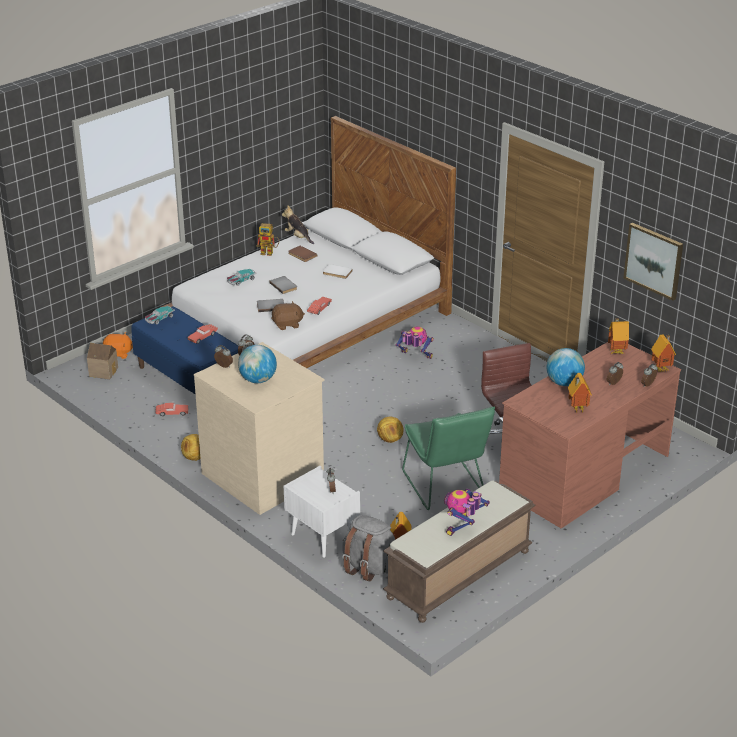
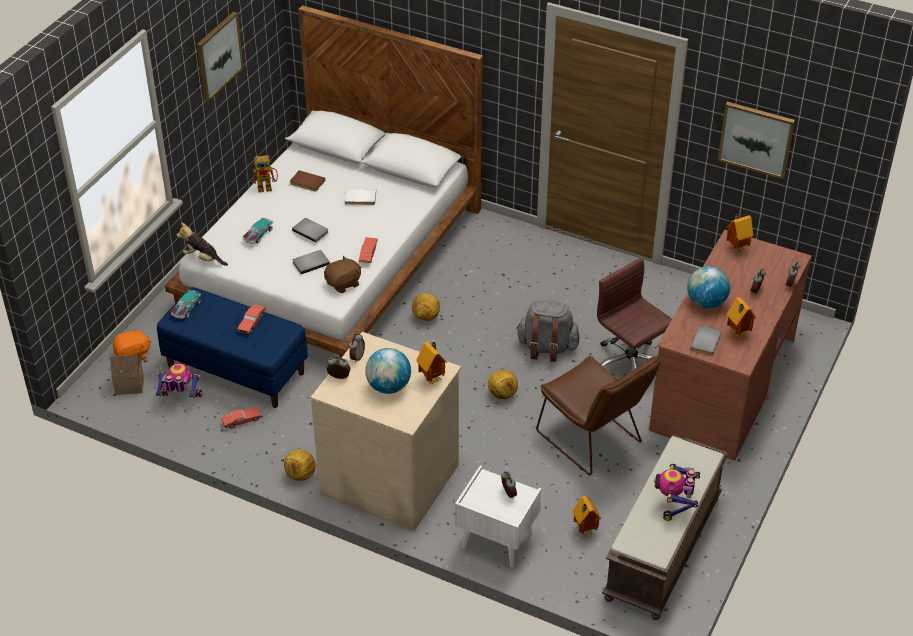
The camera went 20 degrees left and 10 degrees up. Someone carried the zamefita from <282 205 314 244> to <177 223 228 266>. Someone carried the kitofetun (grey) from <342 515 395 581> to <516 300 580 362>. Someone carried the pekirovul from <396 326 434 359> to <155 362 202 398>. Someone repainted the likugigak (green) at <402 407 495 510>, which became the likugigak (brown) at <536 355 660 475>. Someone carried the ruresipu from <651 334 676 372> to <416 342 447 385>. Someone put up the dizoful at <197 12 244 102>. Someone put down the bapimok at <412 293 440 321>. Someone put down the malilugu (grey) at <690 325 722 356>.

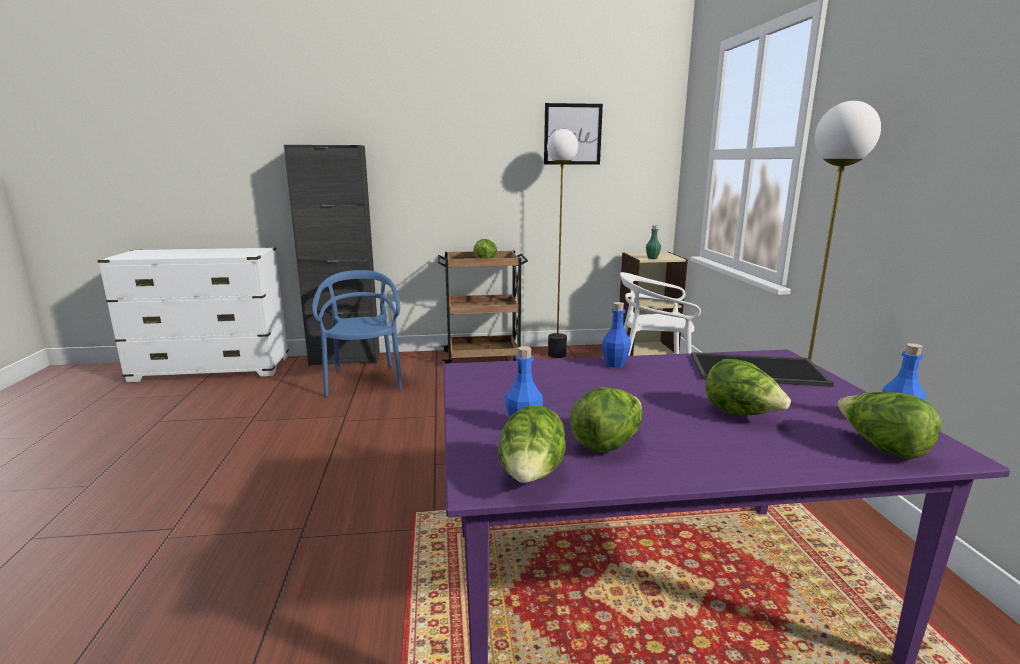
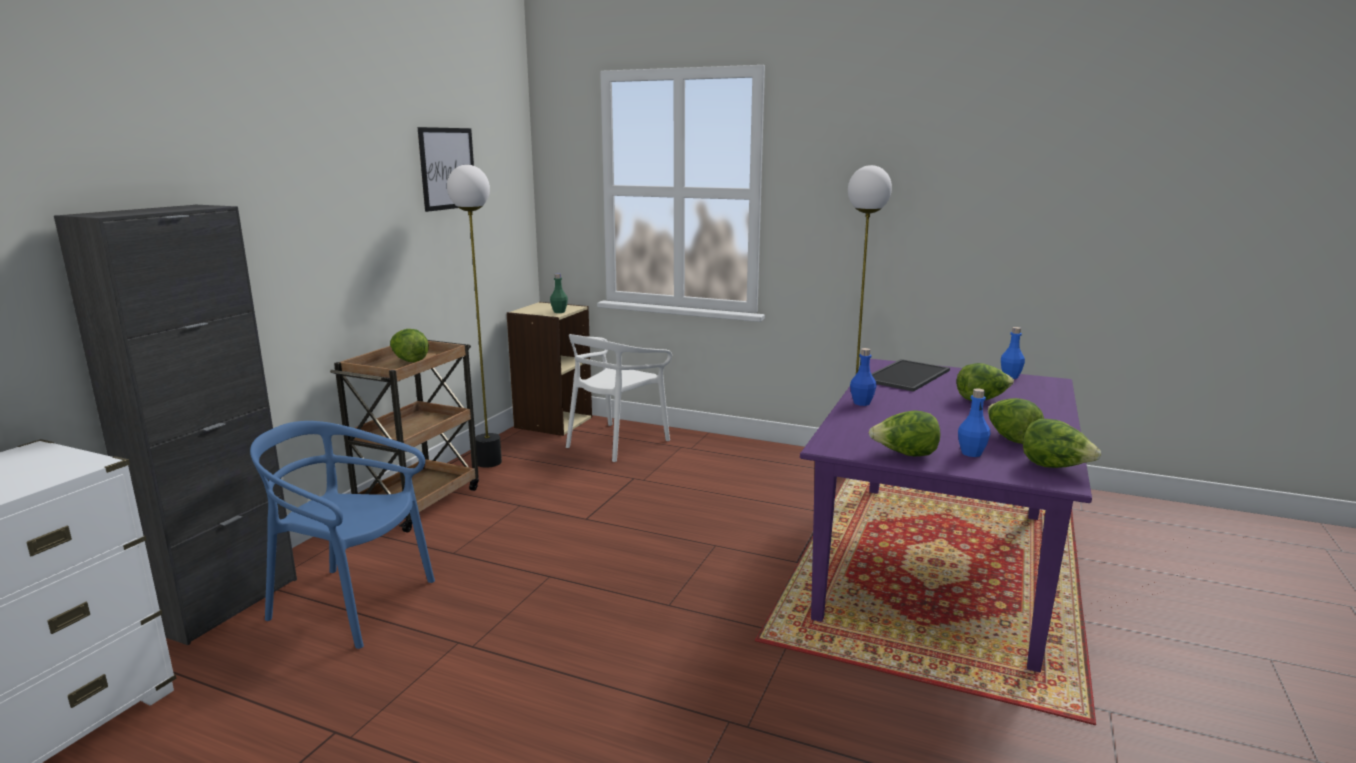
The camera went 60 degrees left and 0 degrees up. Someone carried the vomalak from <838 392 941 459> to <869 410 940 456>.

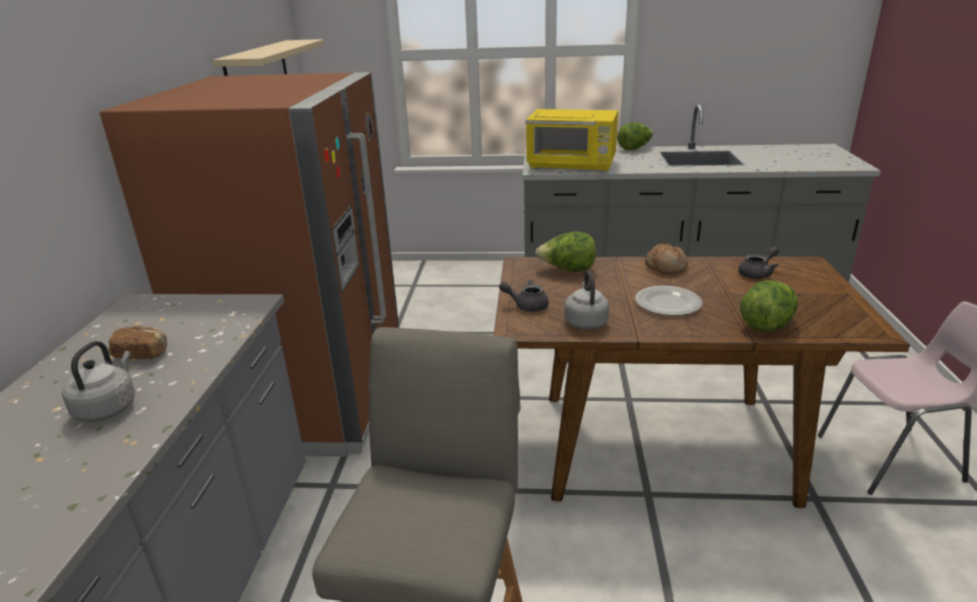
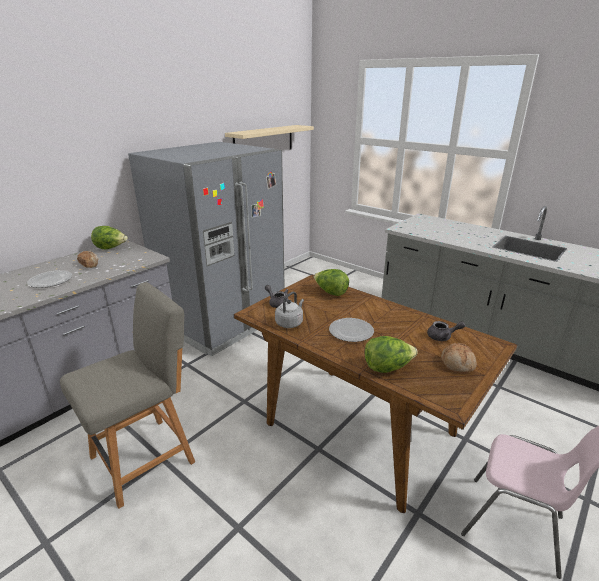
The camera went 35 degrees right and 0 degrees up. Someone swapped the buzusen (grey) at <62 341 135 422> for the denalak at <27 270 72 288>. Someone repainted the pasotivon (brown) at <99 72 399 457>, which became the pasotivon (grey) at <128 142 285 356>. Someone took away the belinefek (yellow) at <526 109 618 171>. Someone carried the vomalak from <617 122 653 150> to <91 226 128 249>. Someone carried the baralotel from <645 243 688 274> to <441 343 477 373>.

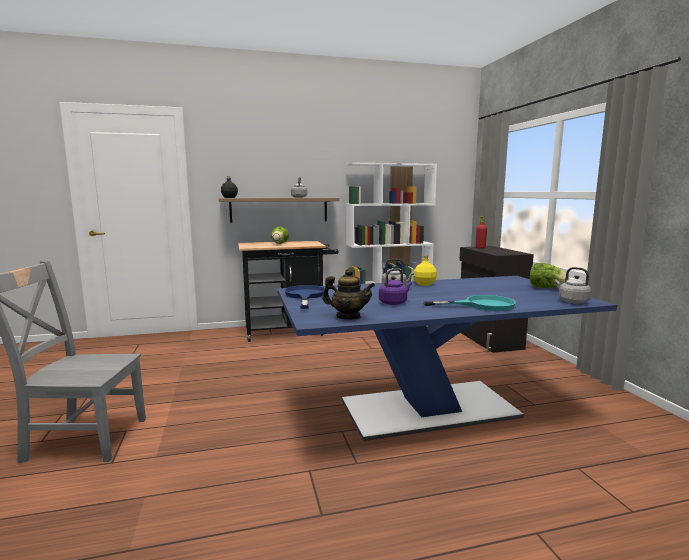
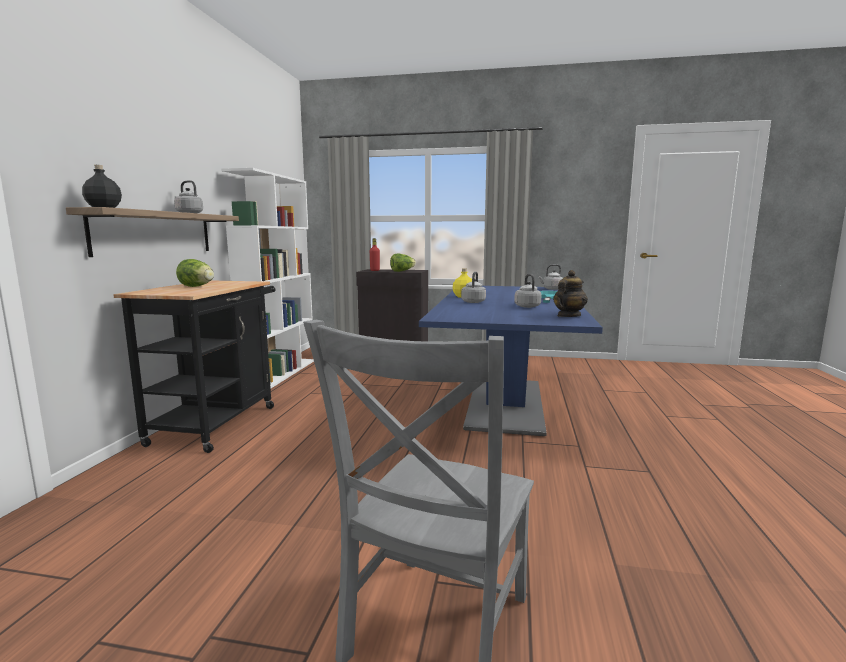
The camera went 65 degrees left and 0 degrees up. Someone took away the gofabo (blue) at <284 285 325 309>. Someone repainted the buzusen (purple) at <379 268 412 305>, which became the buzusen (grey) at <514 274 542 308>. Someone carried the vomalak from <530 263 569 288> to <390 254 416 272>.

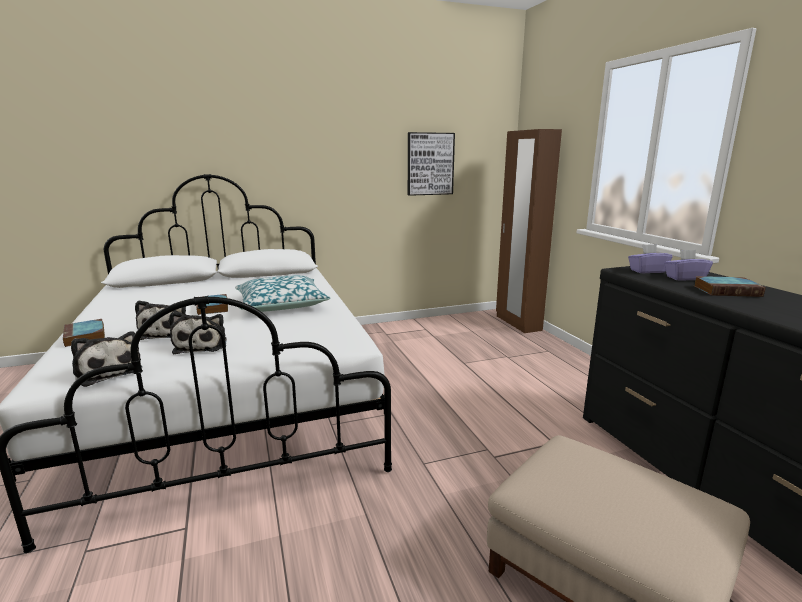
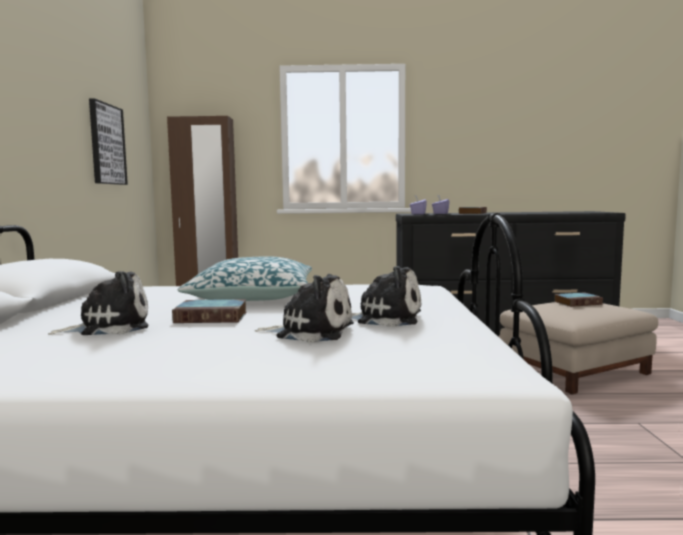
The camera went 70 degrees left and 10 degrees down. Someone carried the malilugu from <63 319 105 347> to <554 292 603 307>. Someone carried the zamefita from <71 331 142 387> to <48 271 148 335>.

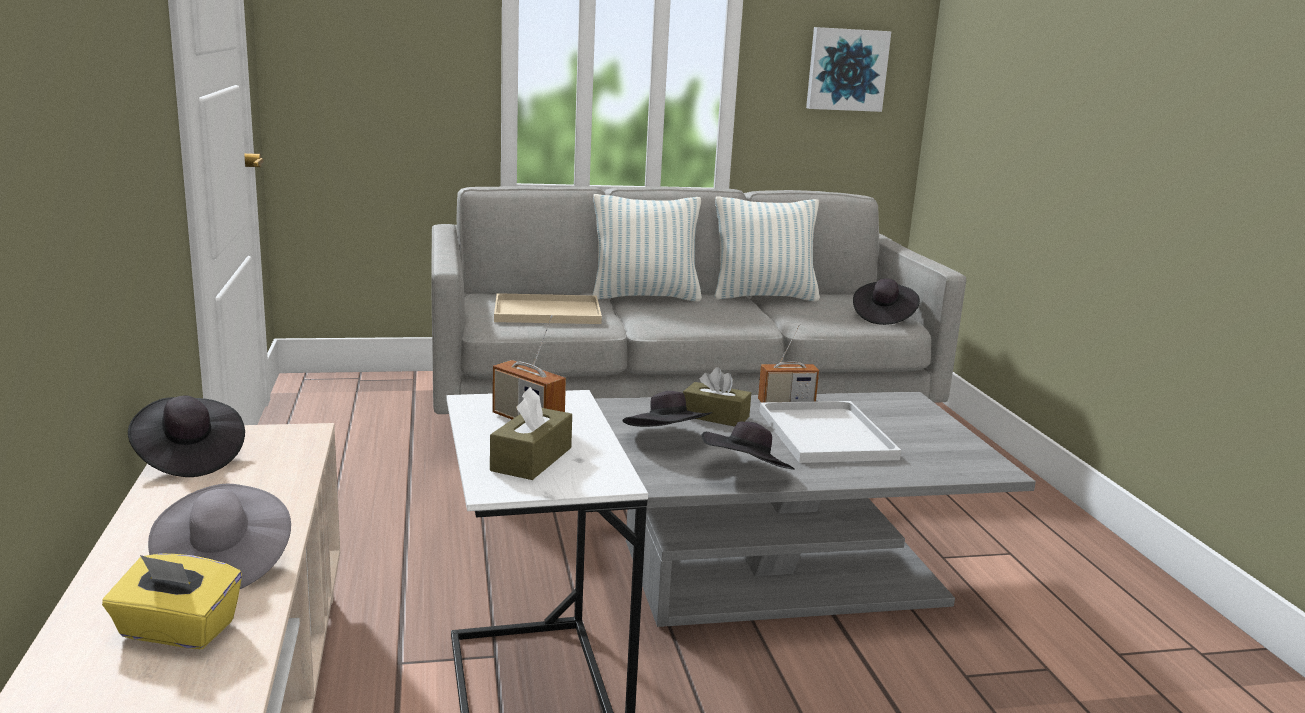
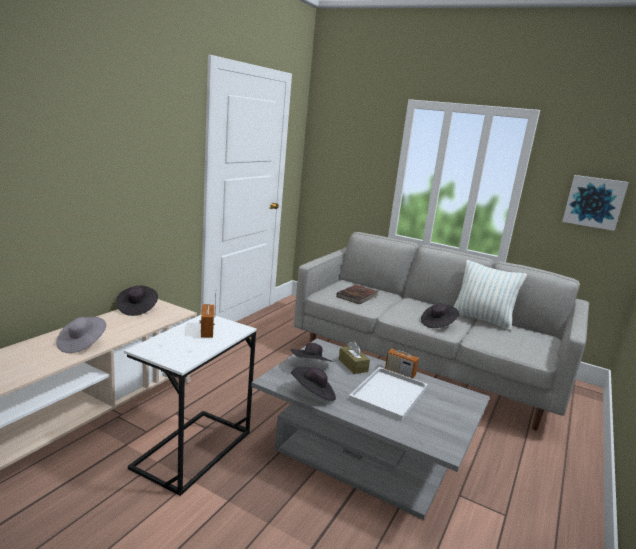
The camera went 40 degrees right and 0 degrees up. Someone took away the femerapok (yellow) at <102 553 242 649>. Someone took away the femerapok (brown) at <490 387 572 480>. Someone swapped the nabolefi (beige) at <494 293 602 324> for the malilugu (brown) at <336 284 380 304>. Someone took away the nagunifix at <592 194 702 302>. Someone carried the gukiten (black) from <853 279 920 325> to <421 303 459 328>.

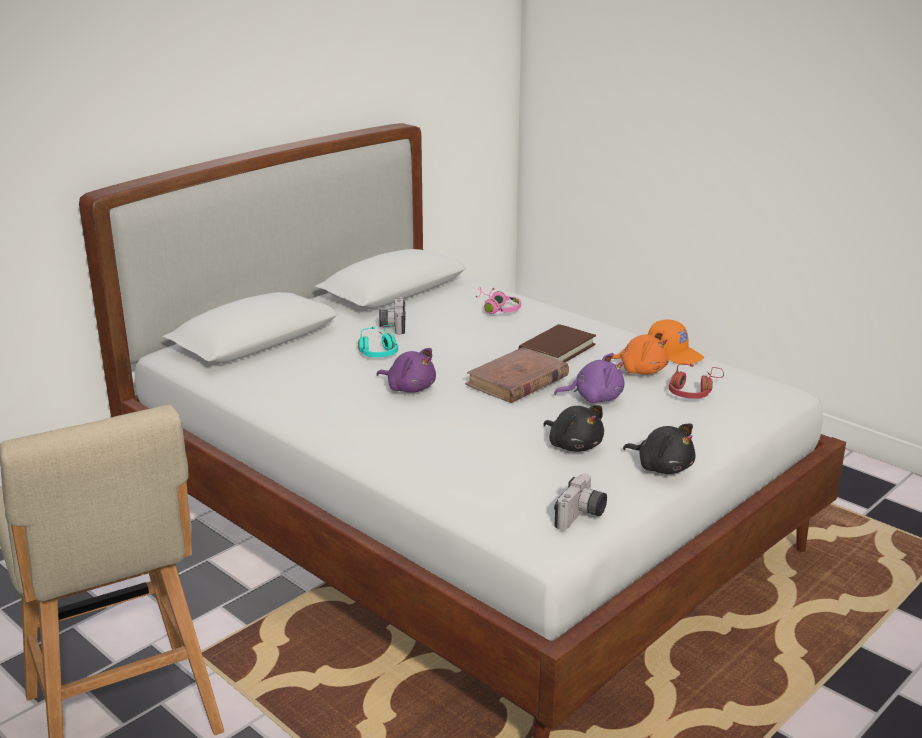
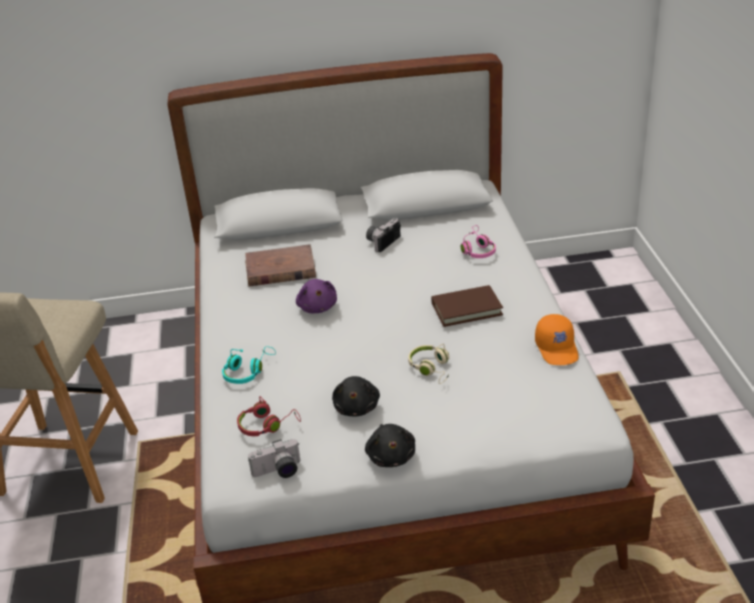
The camera went 40 degrees right and 10 degrees up. Someone carried the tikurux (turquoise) from <358 325 398 357> to <222 346 276 384>. Someone carried the malilugu (brown) from <465 347 569 403> to <245 244 316 287>. Someone swapped the zamefita (purple) at <554 353 625 403> for the tikurux (beige) at <408 343 449 384>. Someone took away the zamefita (orange) at <612 331 669 375>. Someone carried the tikurux (red) from <669 364 724 399> to <237 396 301 436>.

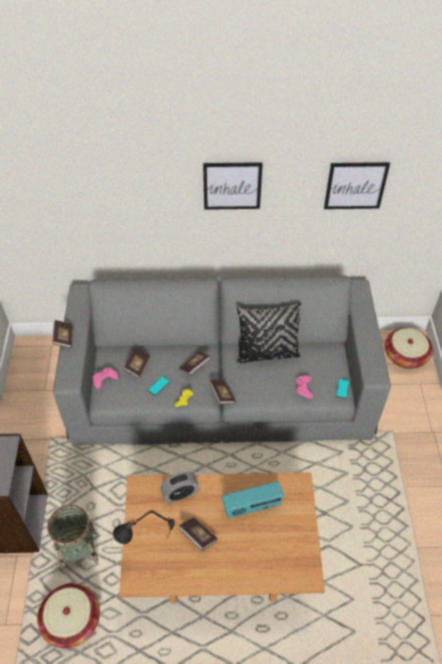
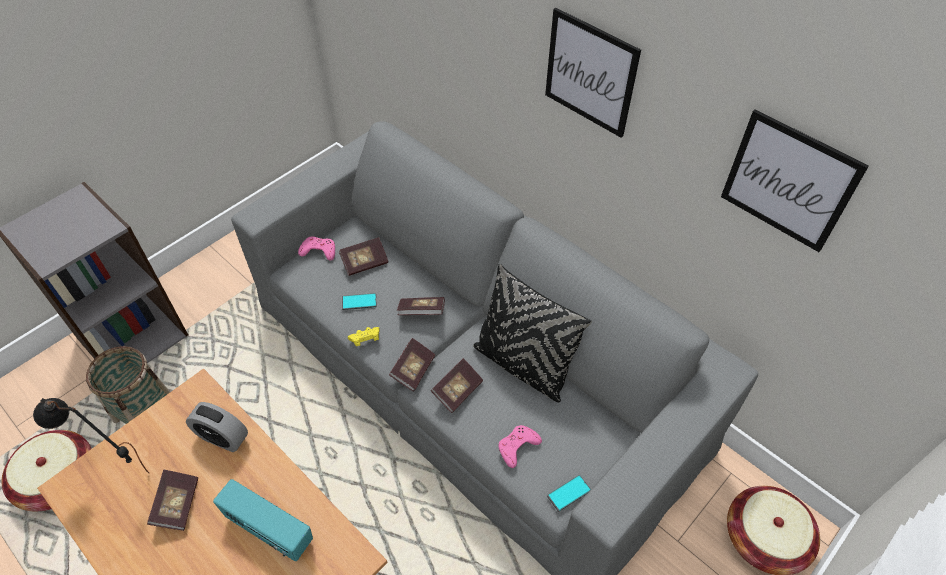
The camera went 45 degrees right and 0 degrees up. Someone carried the malilugu from <53 320 73 348> to <431 358 483 413>.

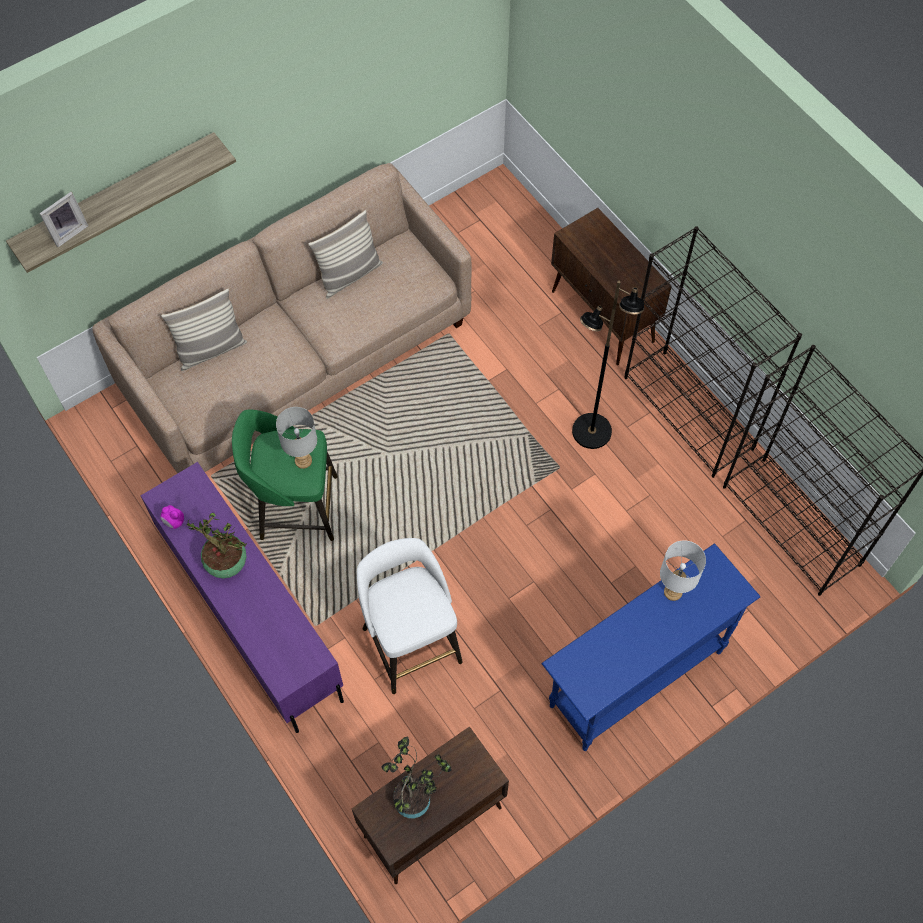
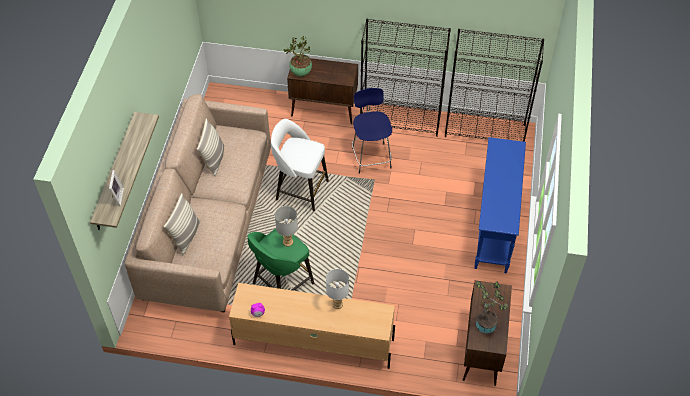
The camera went 45 degrees left and 10 degrees down. Someone repainted the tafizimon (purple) at <141 462 344 733>, which became the tafizimon (beige) at <229 283 395 369>. Someone carried the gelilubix from <186 513 248 578> to <284 36 312 76>. Someone carried the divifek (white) from <357 538 463 694> to <271 119 329 211>. Someone swapped the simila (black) at <572 281 644 449> for the divifek (blue) at <352 88 392 174>. Someone carried the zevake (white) from <660 540 706 601> to <326 269 349 309>.

